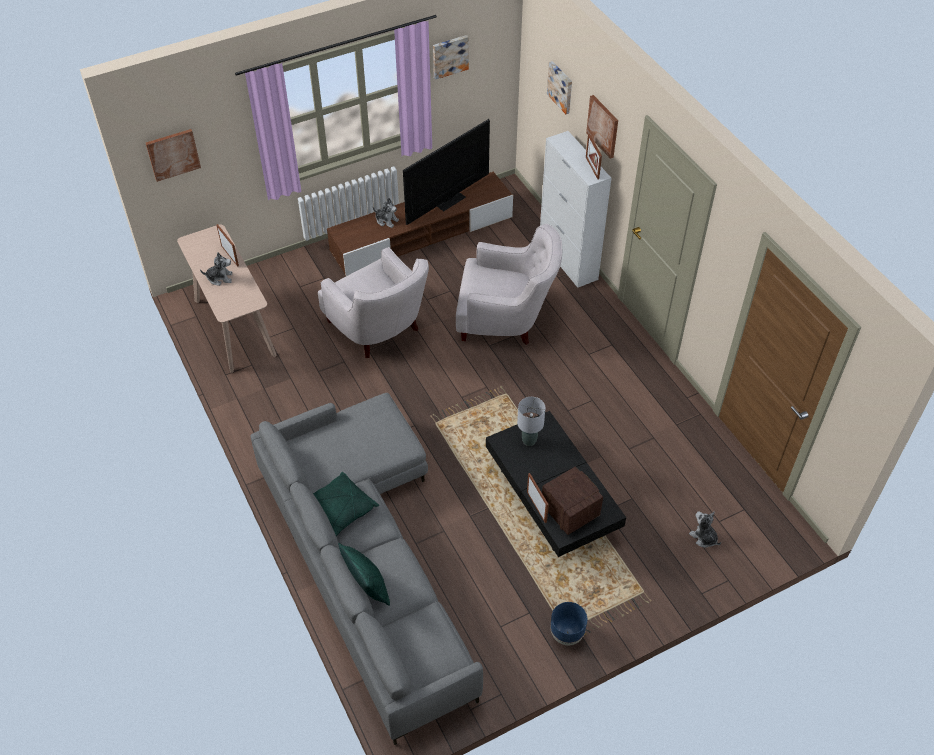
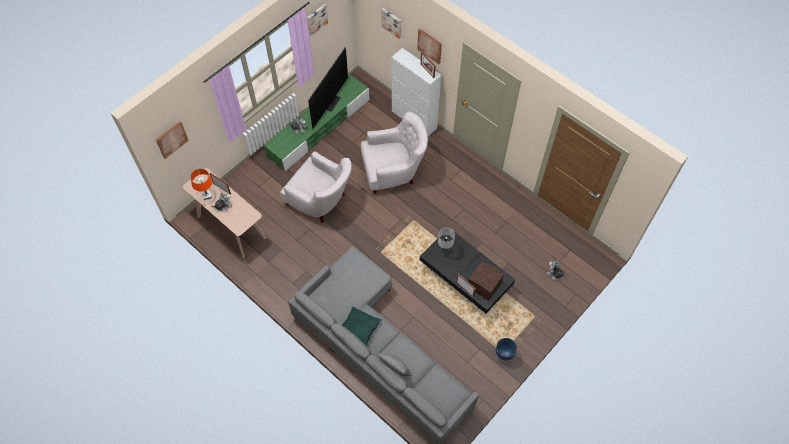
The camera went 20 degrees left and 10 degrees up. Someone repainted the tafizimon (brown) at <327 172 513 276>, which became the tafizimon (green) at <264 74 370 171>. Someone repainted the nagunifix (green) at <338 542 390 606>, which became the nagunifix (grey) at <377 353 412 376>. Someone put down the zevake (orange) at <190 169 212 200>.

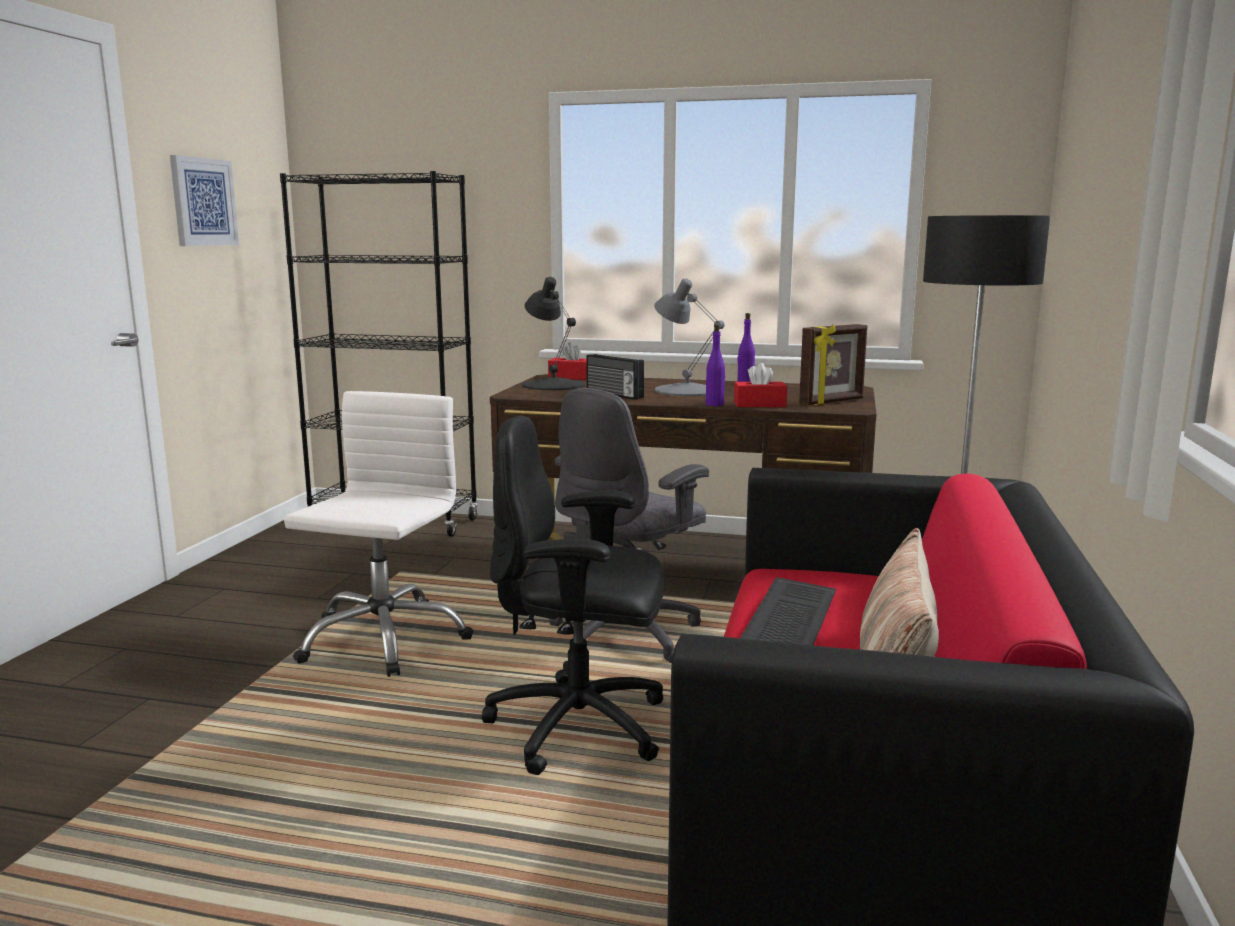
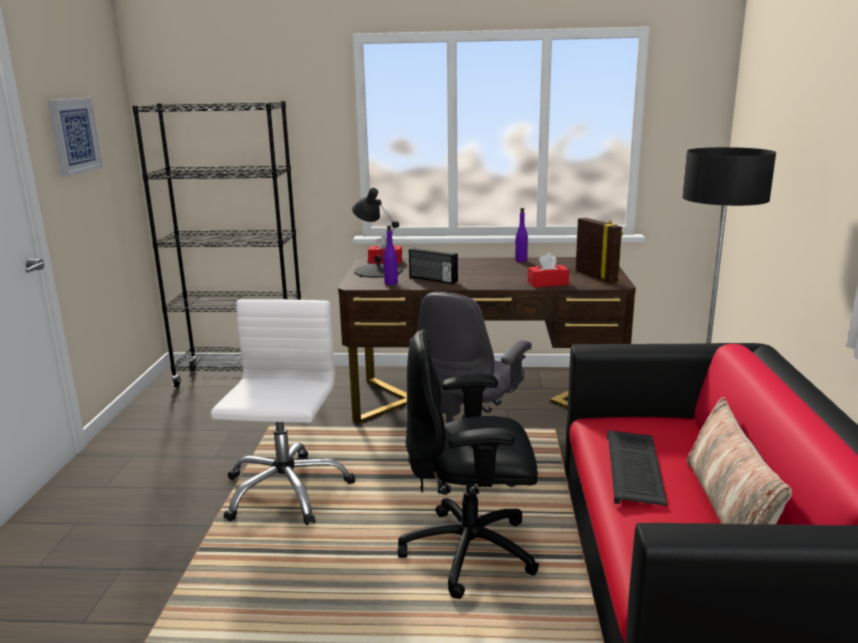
The camera went 10 degrees left and 5 degrees up. Someone took away the zevake (grey) at <654 278 724 396>. Someone carried the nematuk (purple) from <706 324 725 406> to <384 225 398 285>. Someone rotated the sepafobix at <799 324 867 405> by 75 degrees counterclockwise.

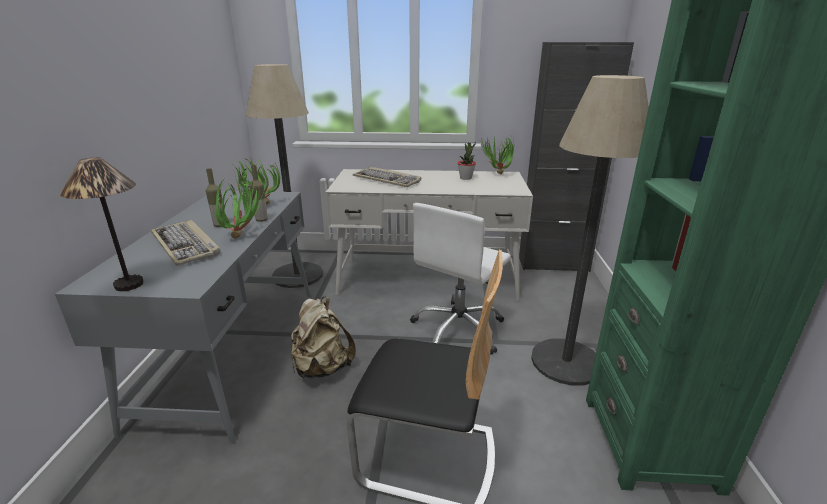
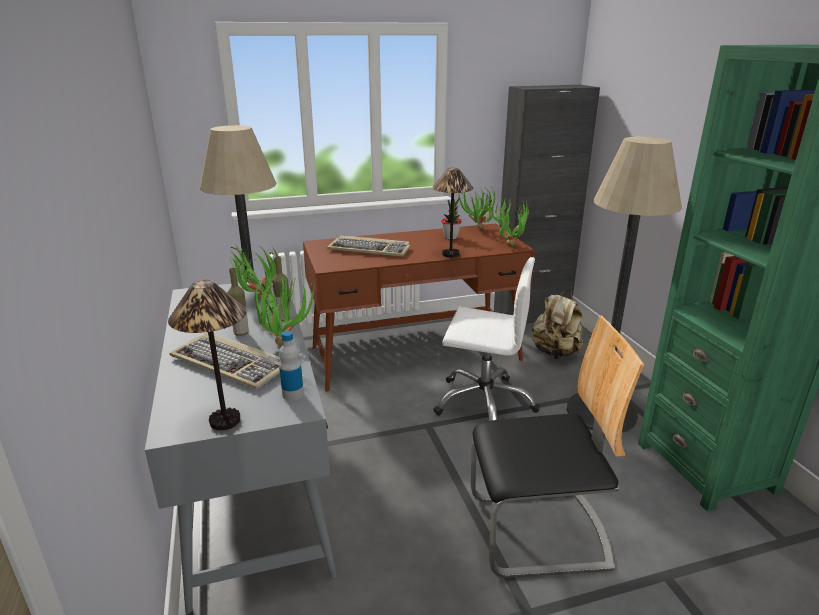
The camera went 20 degrees left and 0 degrees up. Someone carried the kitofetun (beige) from <291 296 356 379> to <532 290 583 359>. Someone repainted the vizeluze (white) at <325 169 533 301>, which became the vizeluze (brown) at <303 224 535 392>. Someone rotated the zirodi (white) at <410 203 511 355> by 90 degrees counterclockwise. Someone put down the nematuk at <279 331 304 401>. Someone put down the zevake at <432 168 473 257>. Someone put down the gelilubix at <488 197 529 246>.

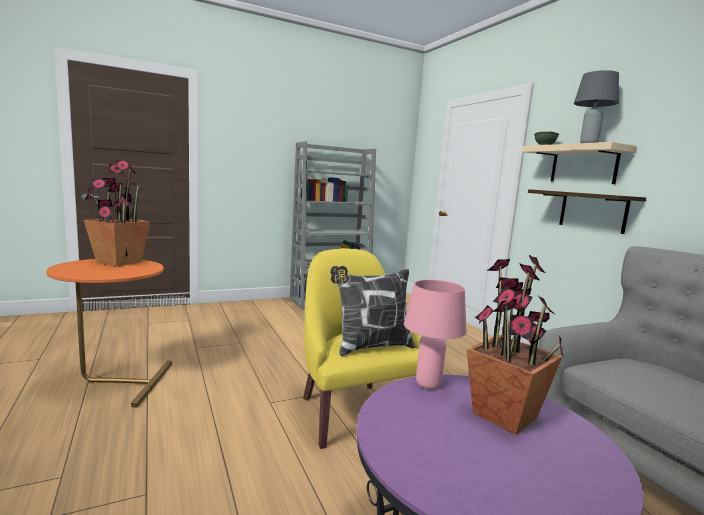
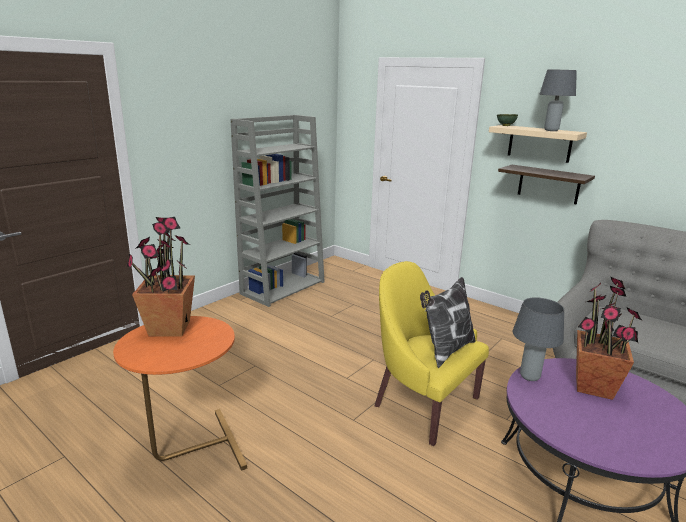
The camera went 25 degrees left and 10 degrees up. Someone repainted the zevake (pink) at <404 280 467 390>, which became the zevake (grey) at <513 297 564 381>.

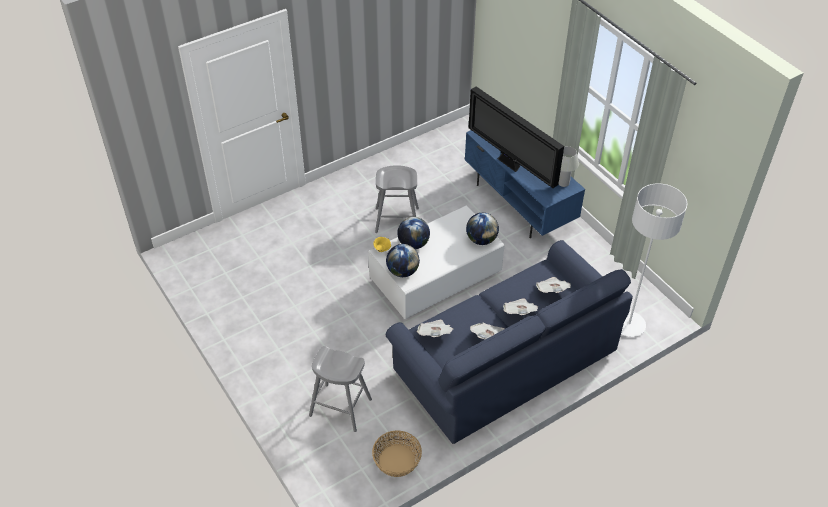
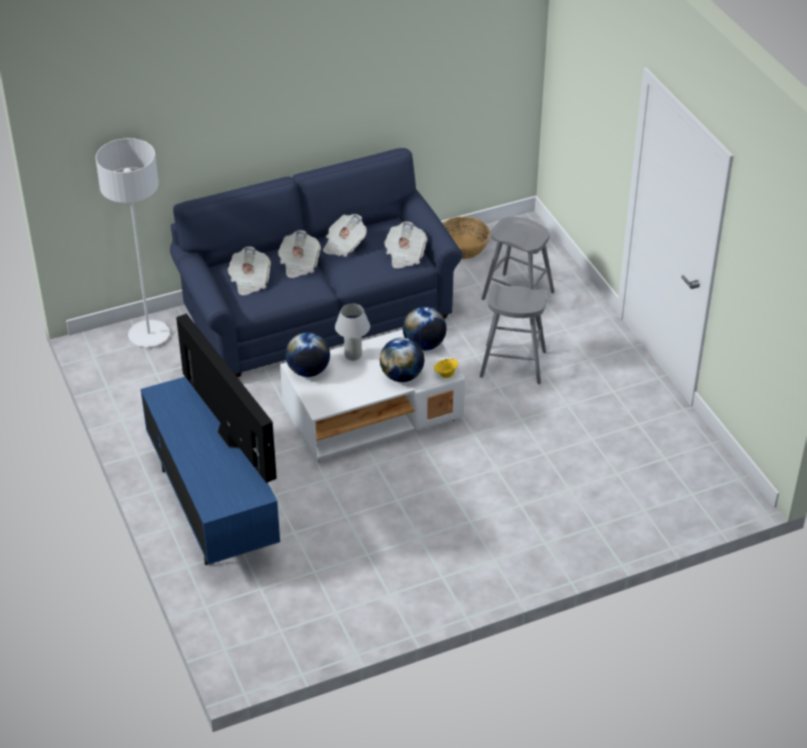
The camera went 170 degrees left and 5 degrees down. Someone carried the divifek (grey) from <375 165 419 233> to <480 284 547 384>. Someone carried the zevake (white) from <558 146 579 187> to <335 304 370 361>.

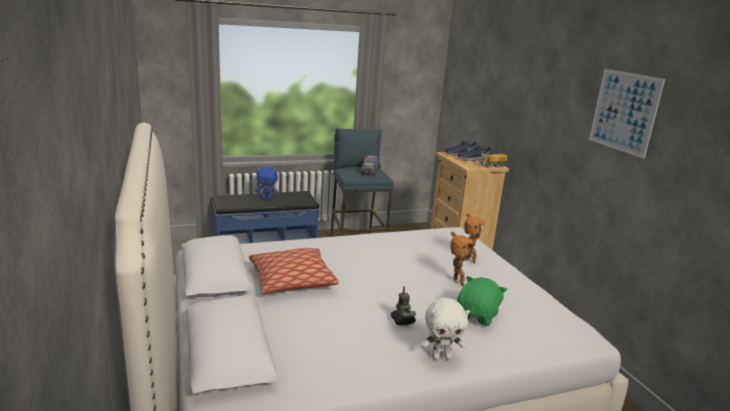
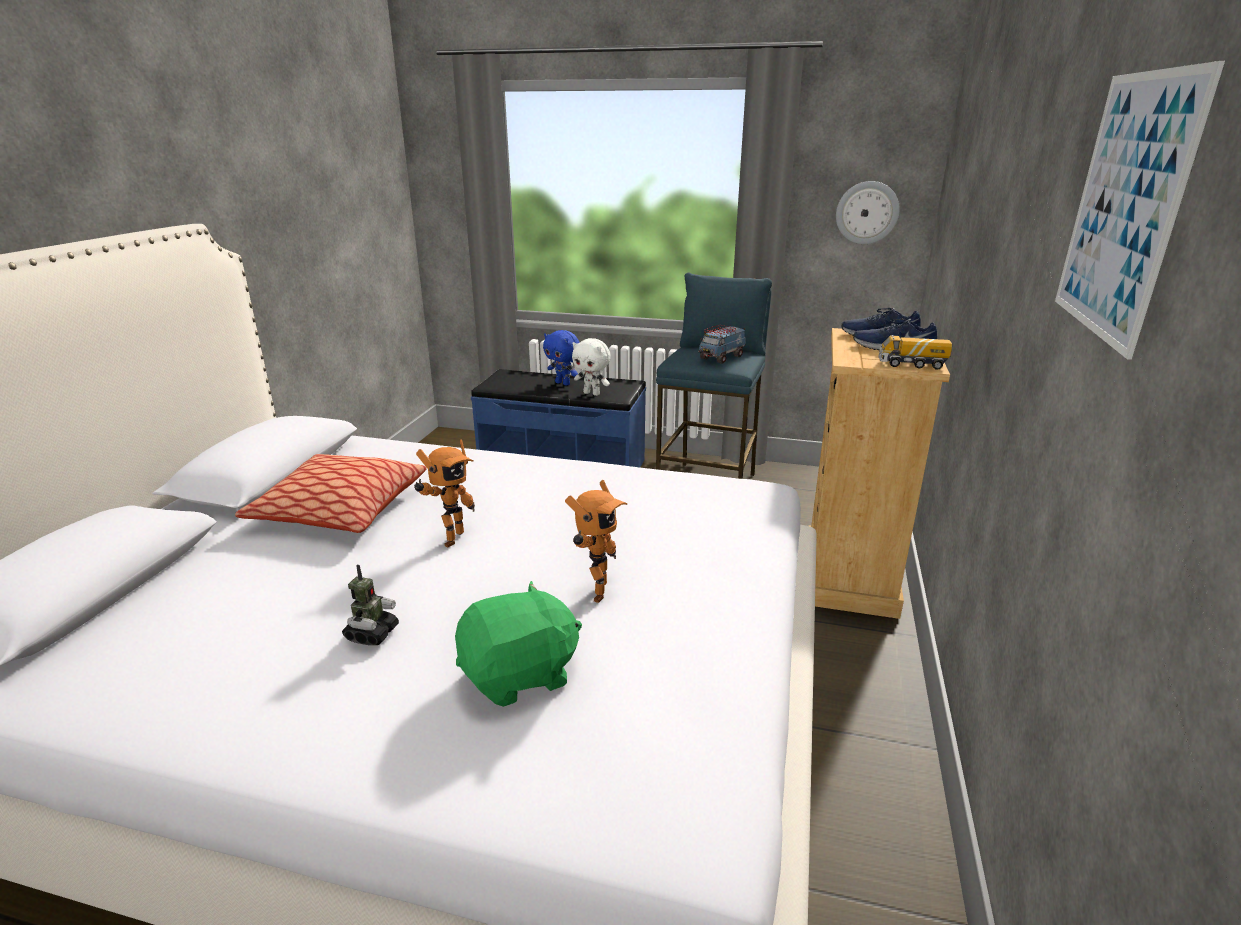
The camera went 35 degrees right and 5 degrees up. Someone carried the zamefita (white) from <420 298 470 360> to <572 338 611 396>. Someone carried the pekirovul from <465 213 485 263> to <414 439 475 548>. Someone put up the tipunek at <836 181 900 244>.

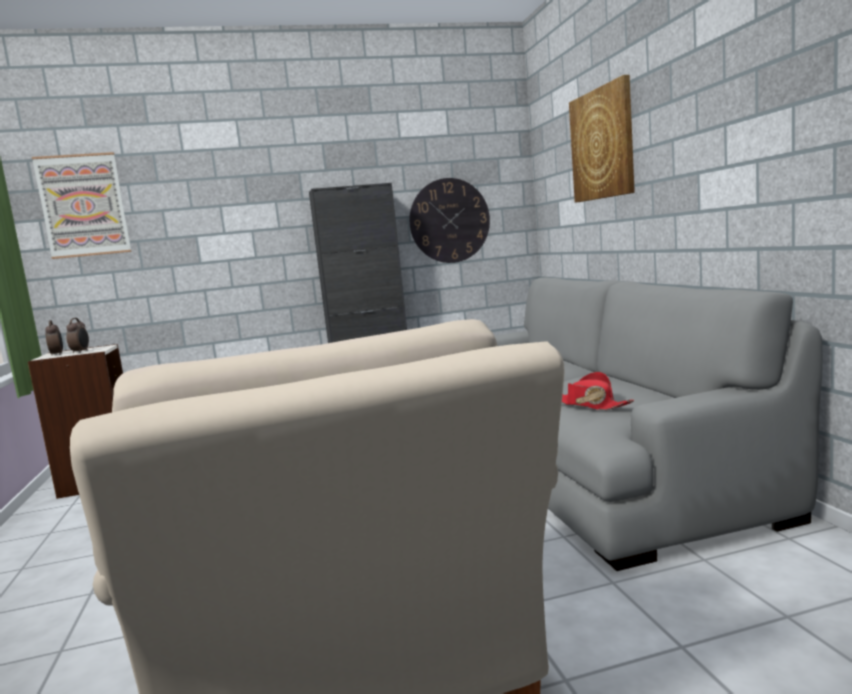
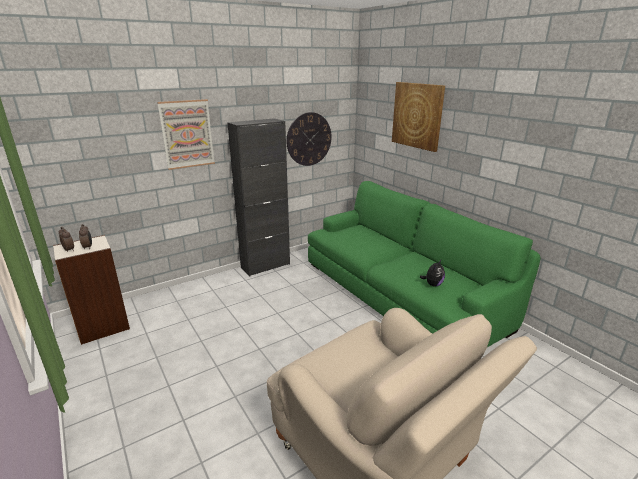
The camera went 20 degrees left and 15 degrees up. Someone carried the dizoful from <32 152 132 259> to <157 99 215 170>. Someone repainted the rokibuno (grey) at <494 278 823 571>, which became the rokibuno (green) at <308 181 541 347>. Someone swapped the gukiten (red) at <562 372 634 410> for the zamefita at <420 260 445 287>.

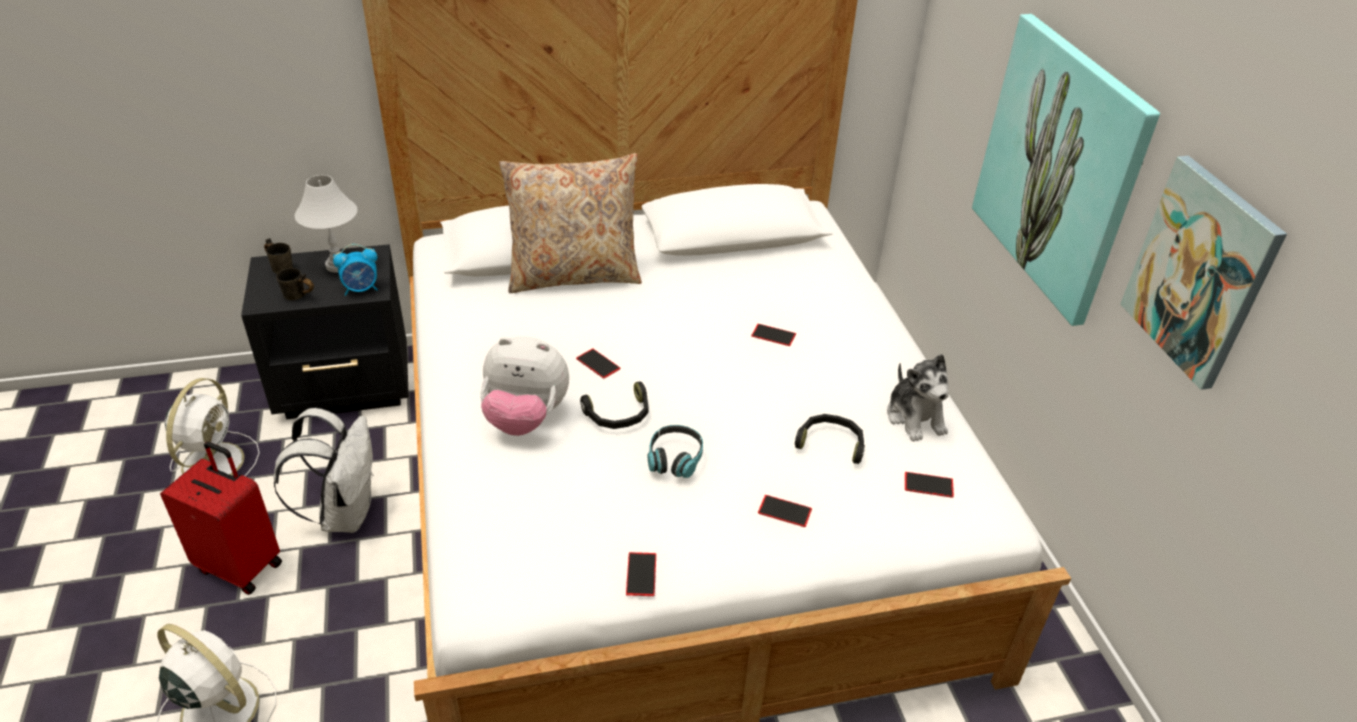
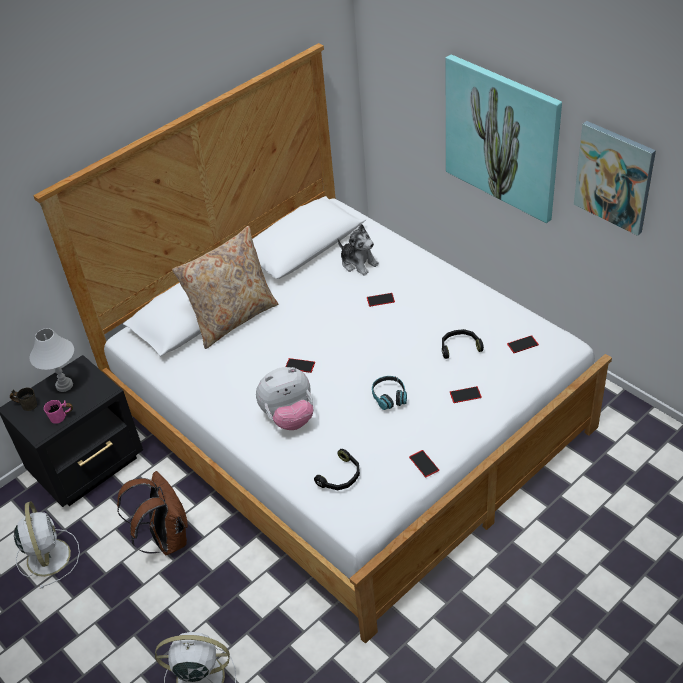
The camera went 25 degrees left and 5 degrees up. Someone took away the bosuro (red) at <160 442 282 595>. Someone repainted the kitofetun (white) at <274 408 373 533>, which became the kitofetun (brown) at <117 471 188 555>. Someone repainted the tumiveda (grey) at <276 268 314 301>, which became the tumiveda (pink) at <44 400 73 424>. Someone took away the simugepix at <333 244 378 296>. Someone carried the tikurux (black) from <580 381 649 429> to <314 449 360 490>. Someone carried the zamefita from <887 354 949 442> to <338 224 379 276>.

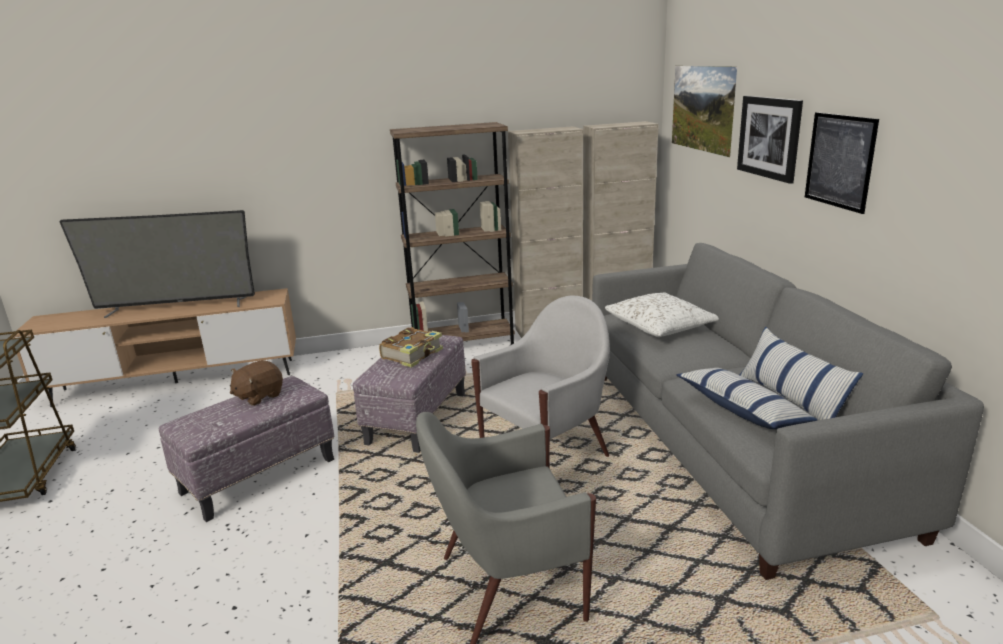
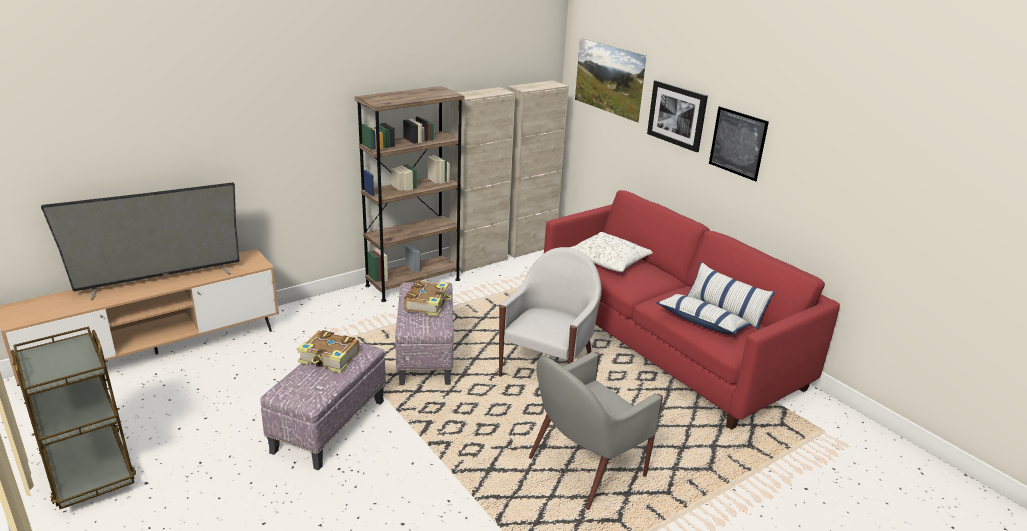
The camera went 25 degrees left and 5 degrees up. Someone swapped the zamefita (brown) at <230 360 283 406> for the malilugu at <297 330 360 373>. Someone repainted the rokibuno (grey) at <592 243 984 580>, which became the rokibuno (red) at <544 190 840 430>.

